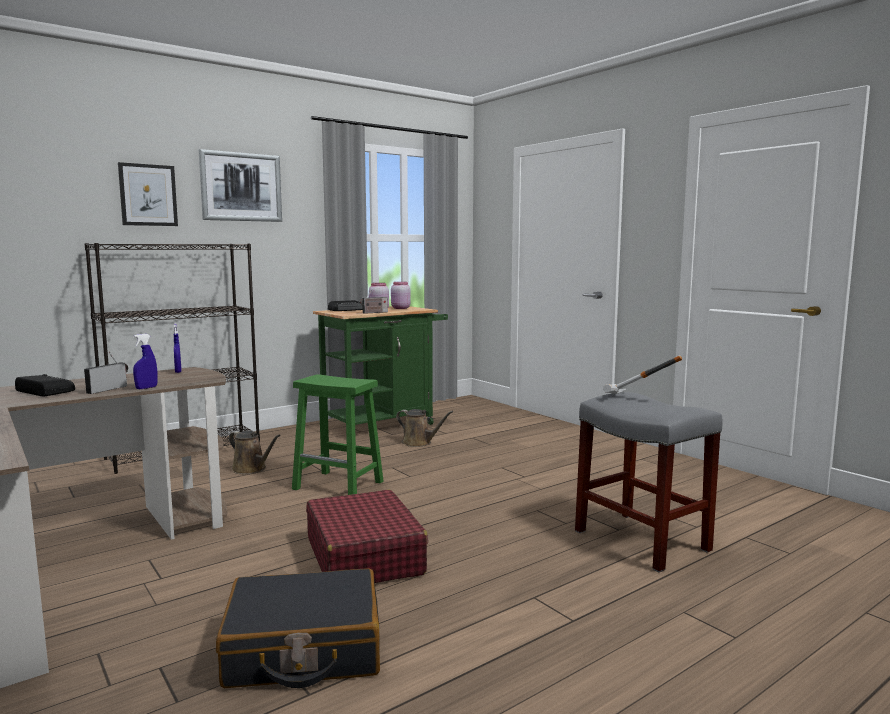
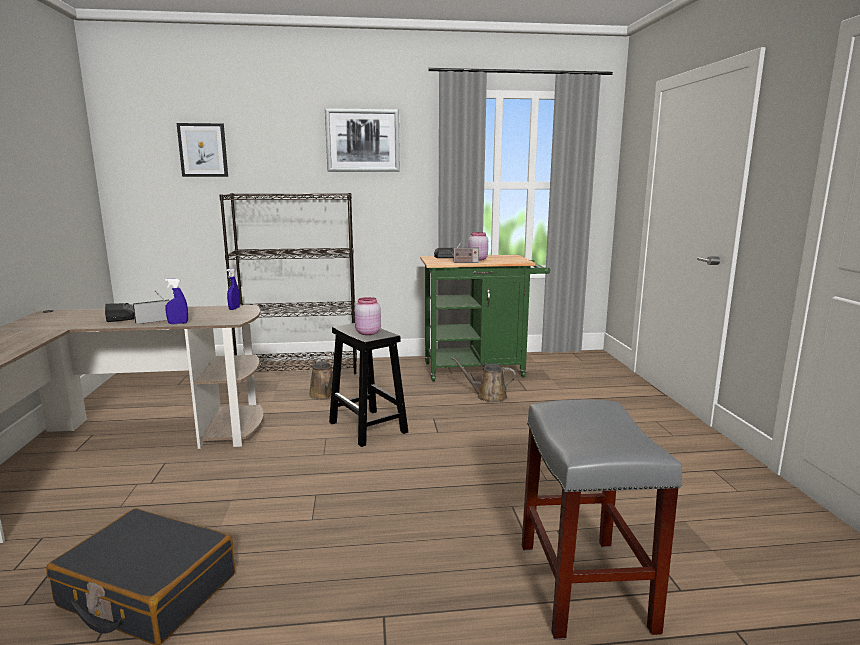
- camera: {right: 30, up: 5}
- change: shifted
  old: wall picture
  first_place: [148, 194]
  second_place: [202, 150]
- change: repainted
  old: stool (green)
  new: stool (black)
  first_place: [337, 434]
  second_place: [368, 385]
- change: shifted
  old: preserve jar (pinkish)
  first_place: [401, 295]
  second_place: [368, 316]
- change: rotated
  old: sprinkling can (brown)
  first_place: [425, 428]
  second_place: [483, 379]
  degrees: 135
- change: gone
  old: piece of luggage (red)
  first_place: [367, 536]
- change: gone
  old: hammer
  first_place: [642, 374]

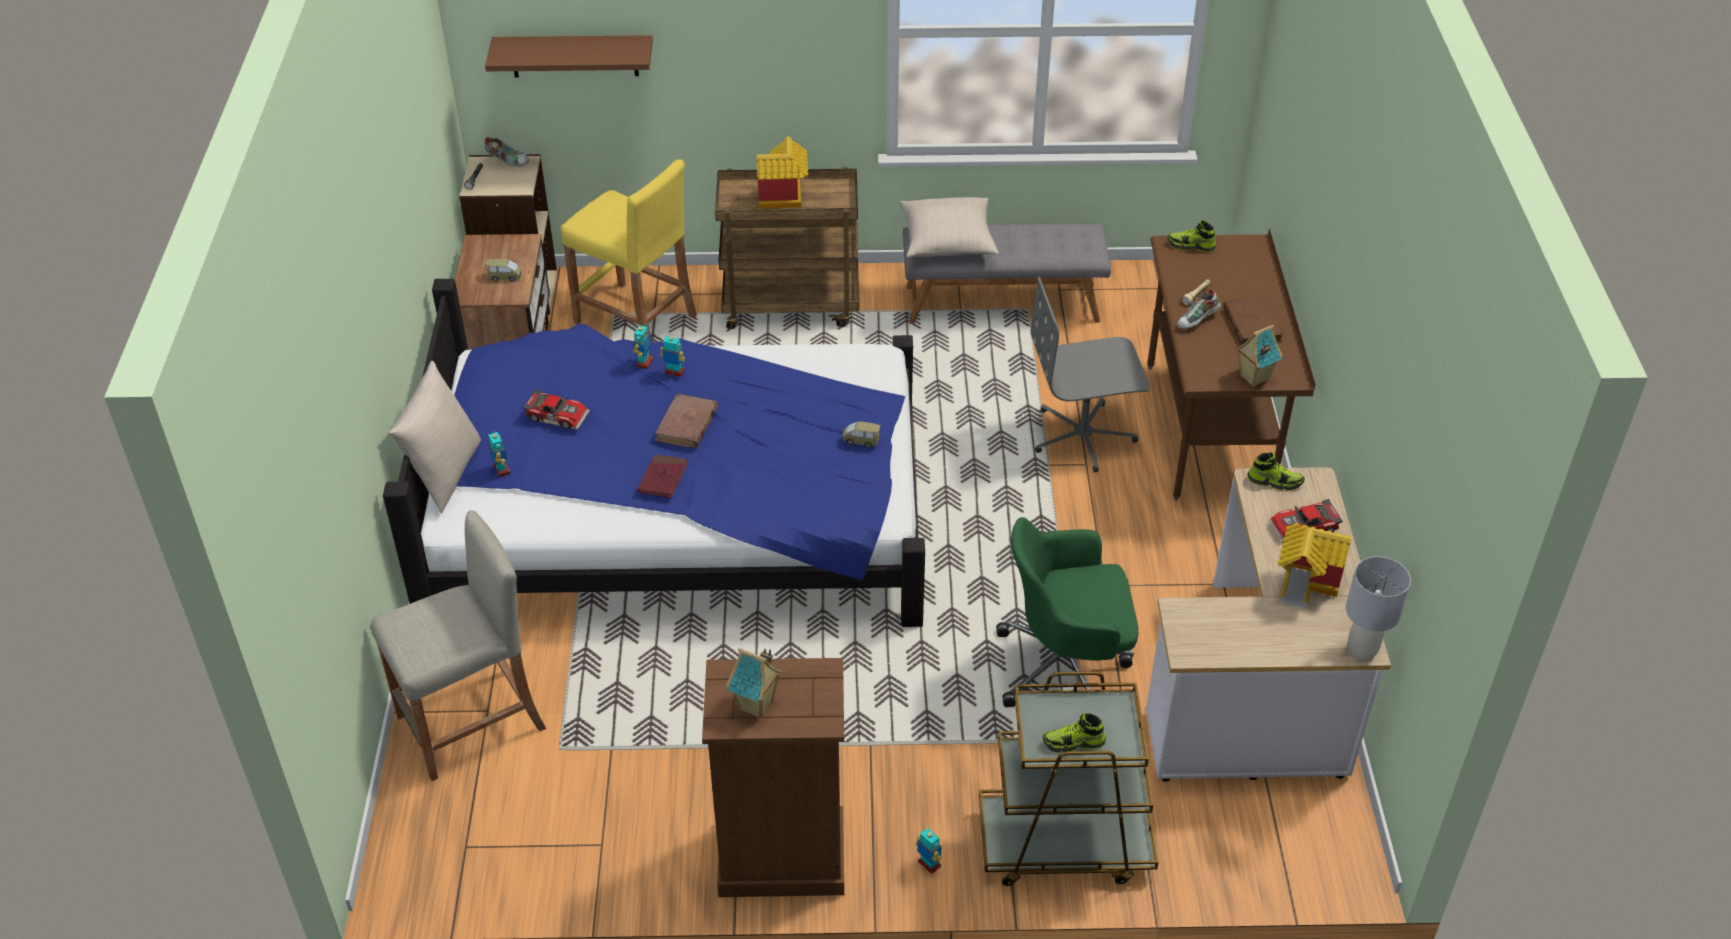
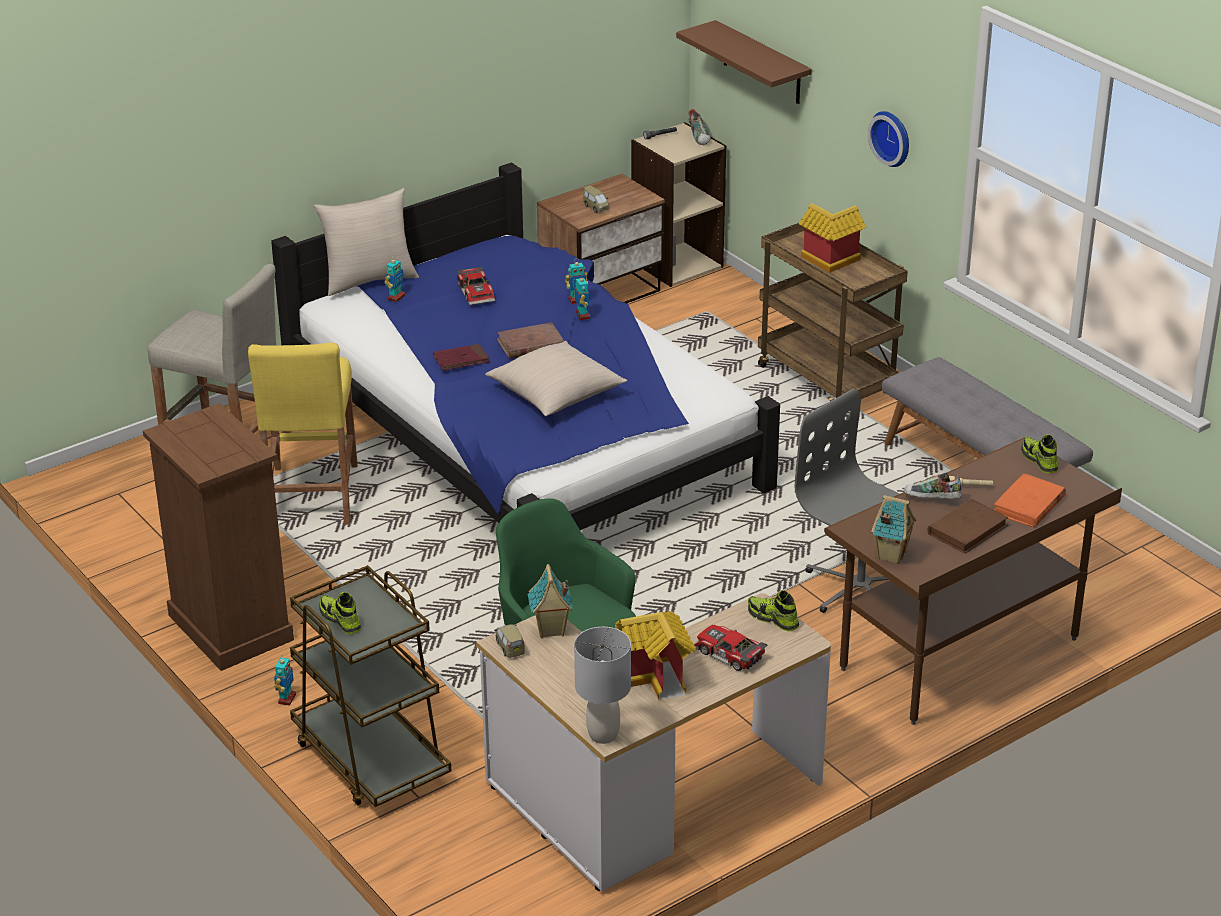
- camera: {right: 55, up: -10}
- change: shifted
  old: stool (yellowish)
  first_place: [629, 250]
  second_place: [303, 434]
- change: shifted
  old: cushion (sand-coloured)
  first_place: [949, 227]
  second_place: [556, 378]
- change: shifted
  old: toy car
  first_place: [862, 434]
  second_place: [509, 641]
- change: shifted
  old: model house
  first_place: [754, 683]
  second_place: [550, 601]
- change: rotated
  old: item of footwear
  first_place: [1276, 471]
  second_place: [773, 611]
  degrees: 150
- change: new
  new: clock on the wall
  second_place: [888, 139]
- change: new
  new: bound book (orange-coloured)
  second_place: [1030, 500]

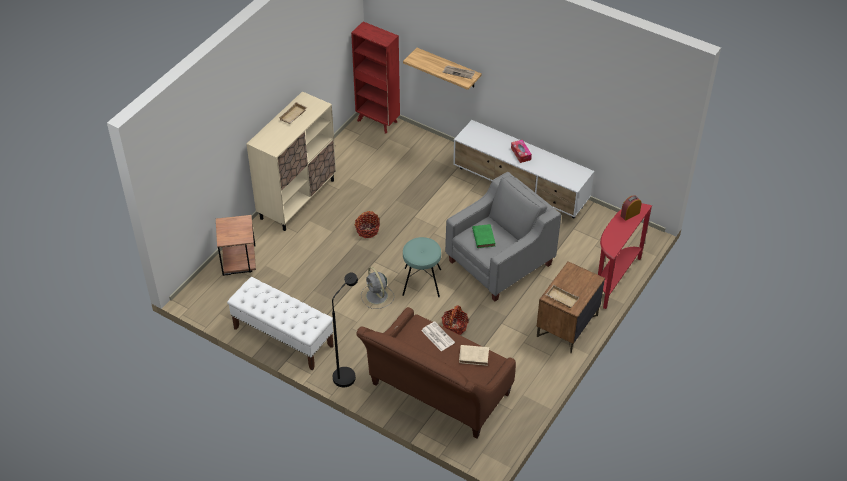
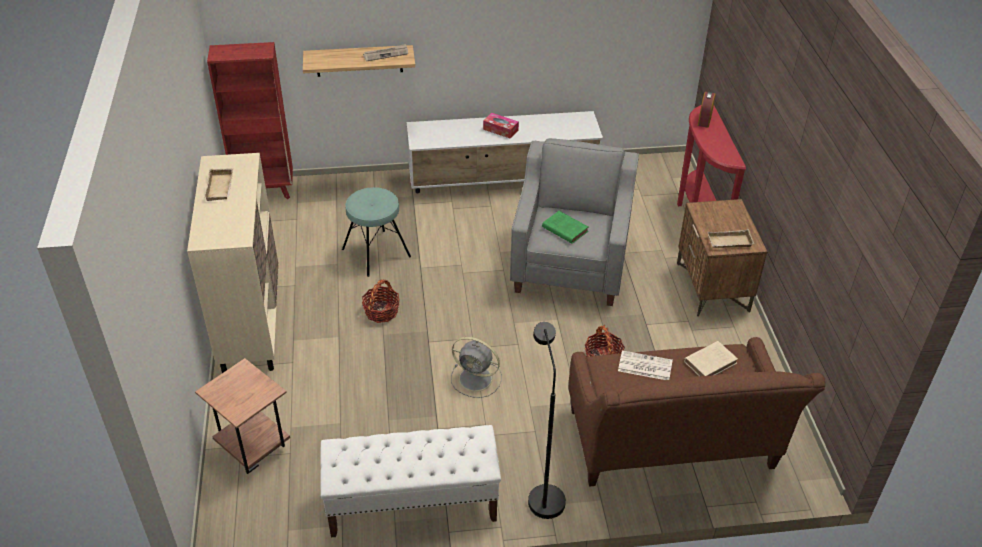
- camera: {right: -40, up: -5}
- change: shifted
  old: stool (turquoise-coloured)
  first_place: [421, 267]
  second_place: [376, 232]

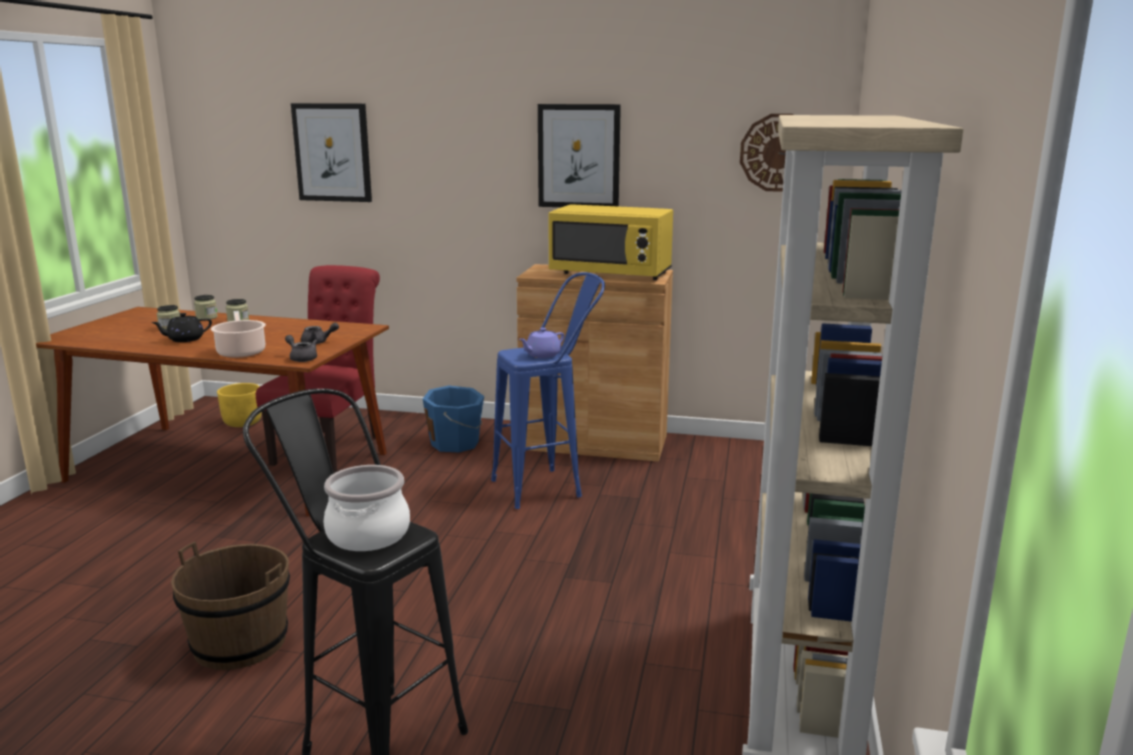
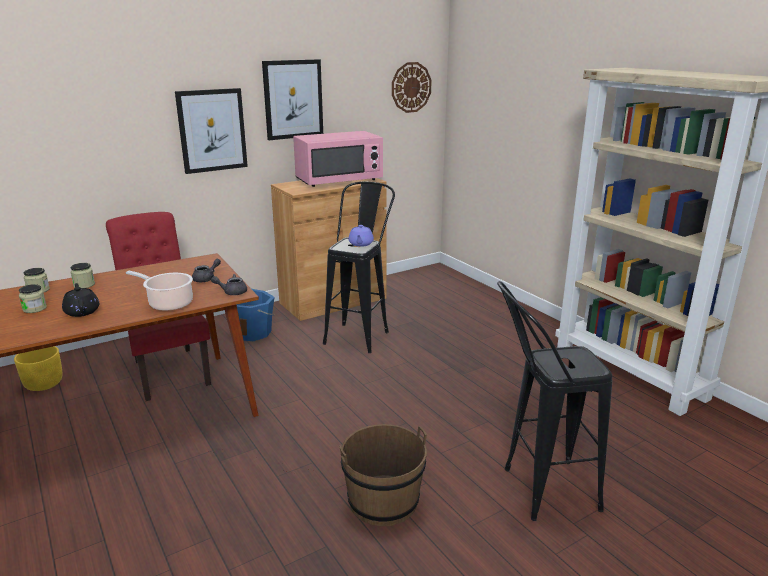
- camera: {right: -45, up: 5}
- change: rotated
  old: tea pot (black)
  first_place: [181, 327]
  second_place: [80, 300]
  degrees: 135
- change: shifted
  old: wall picture
  first_place: [331, 152]
  second_place: [211, 131]
- change: repainted
  old: microwave oven (yellowish)
  new: microwave oven (pinkish)
  first_place: [610, 242]
  second_place: [338, 159]
- change: repainted
  old: stool (blue)
  new: stool (black)
  first_place: [548, 390]
  second_place: [359, 267]
- change: gone
  old: cooking pot
  first_place: [366, 508]

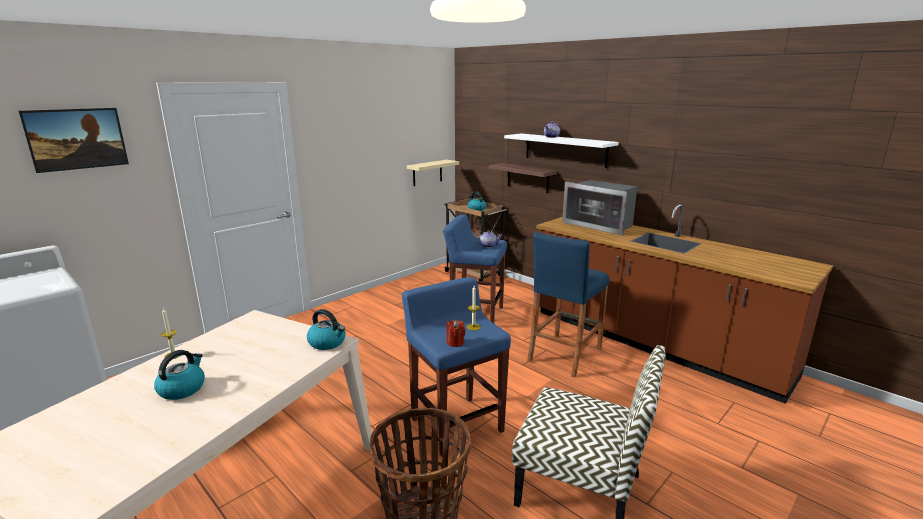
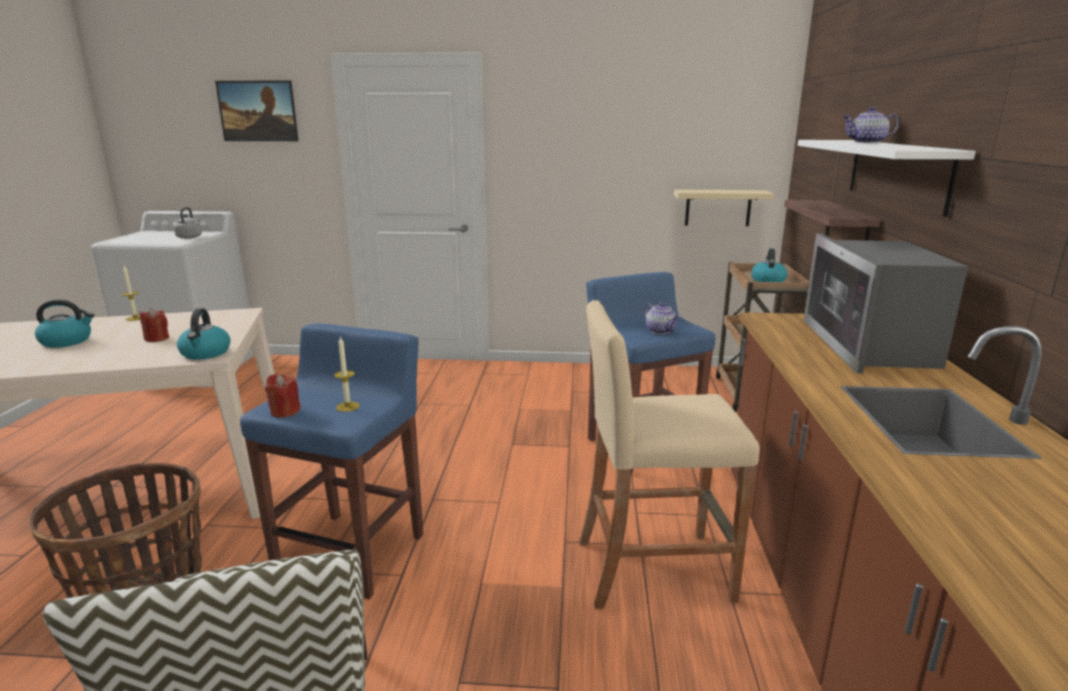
- camera: {right: 50, up: 0}
- change: new
  new: wax candle (red)
  second_place: [154, 325]
- change: new
  new: tea kettle (grey)
  second_place: [188, 223]
- change: repainted
  old: stool (blue)
  new: stool (sand-coloured)
  first_place: [568, 305]
  second_place: [669, 454]

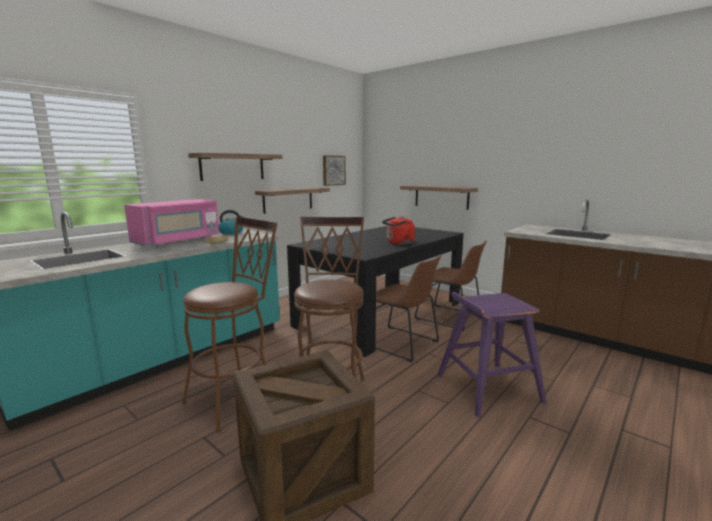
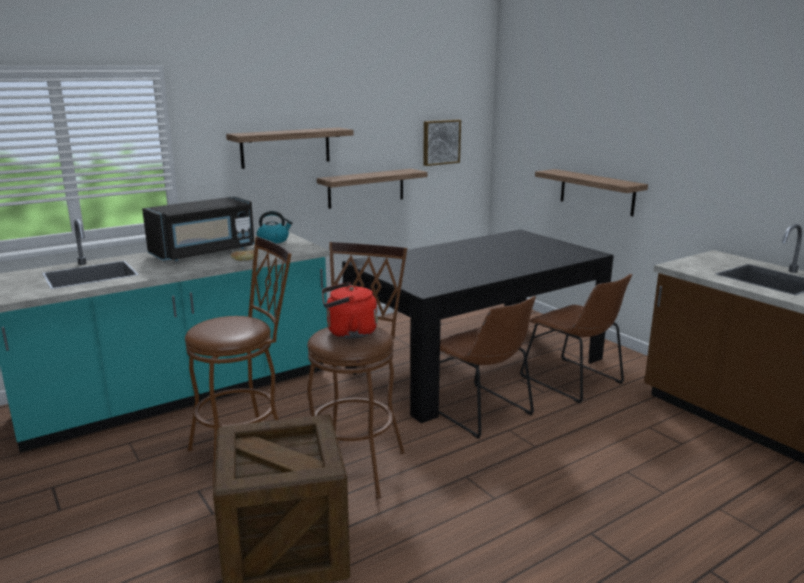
- camera: {right: 15, up: 5}
- change: repainted
  old: microwave oven (pinkish)
  new: microwave oven (black)
  first_place: [171, 223]
  second_place: [198, 228]
- change: shifted
  old: tea kettle (red)
  first_place: [398, 230]
  second_place: [349, 310]
- change: gone
  old: stool (purple)
  first_place: [491, 354]

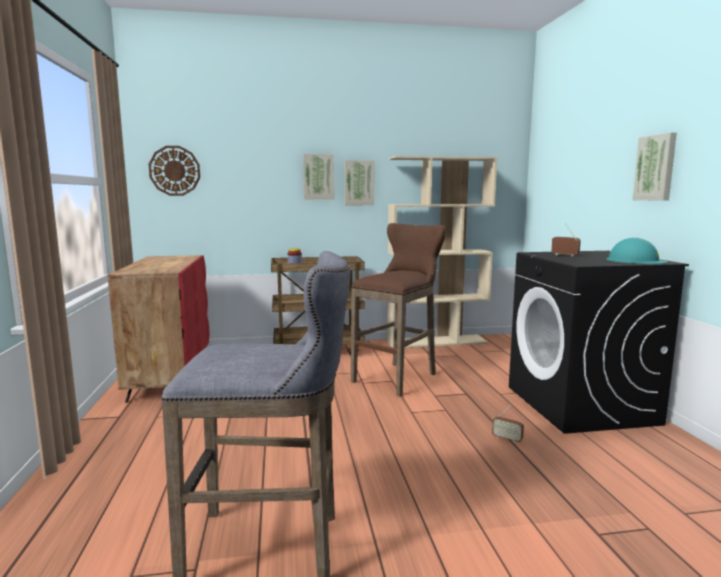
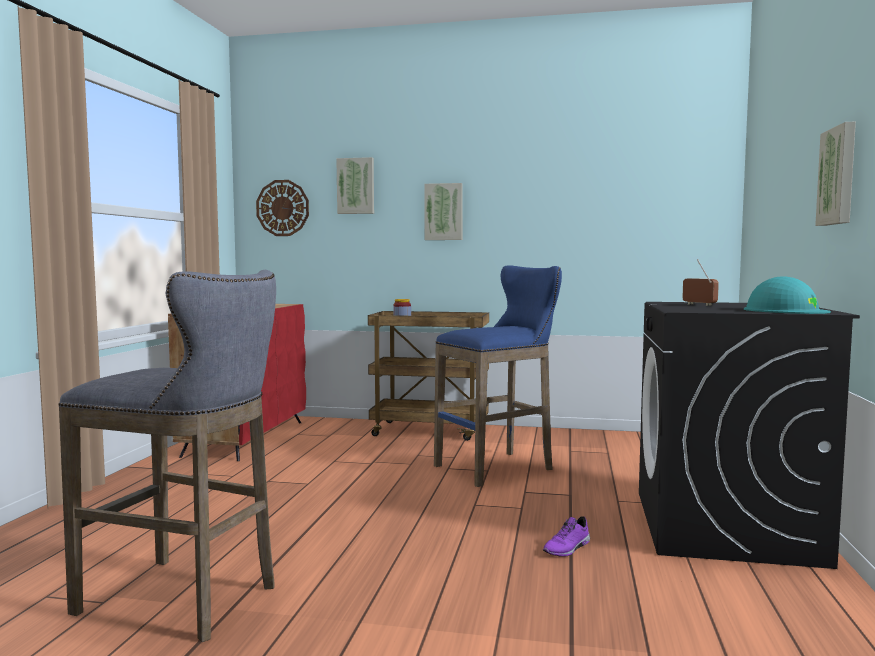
- camera: {right: 20, up: -5}
- change: shifted
  old: wall picture
  first_place: [359, 182]
  second_place: [355, 185]
- change: repainted
  old: stool (brown)
  new: stool (blue)
  first_place: [398, 310]
  second_place: [498, 376]
- change: swapped
  old: radio receiver
  new: item of footwear (purple)
  first_place: [508, 424]
  second_place: [566, 536]
- change: gone
  old: shelving unit (sand-coloured)
  first_place: [442, 252]

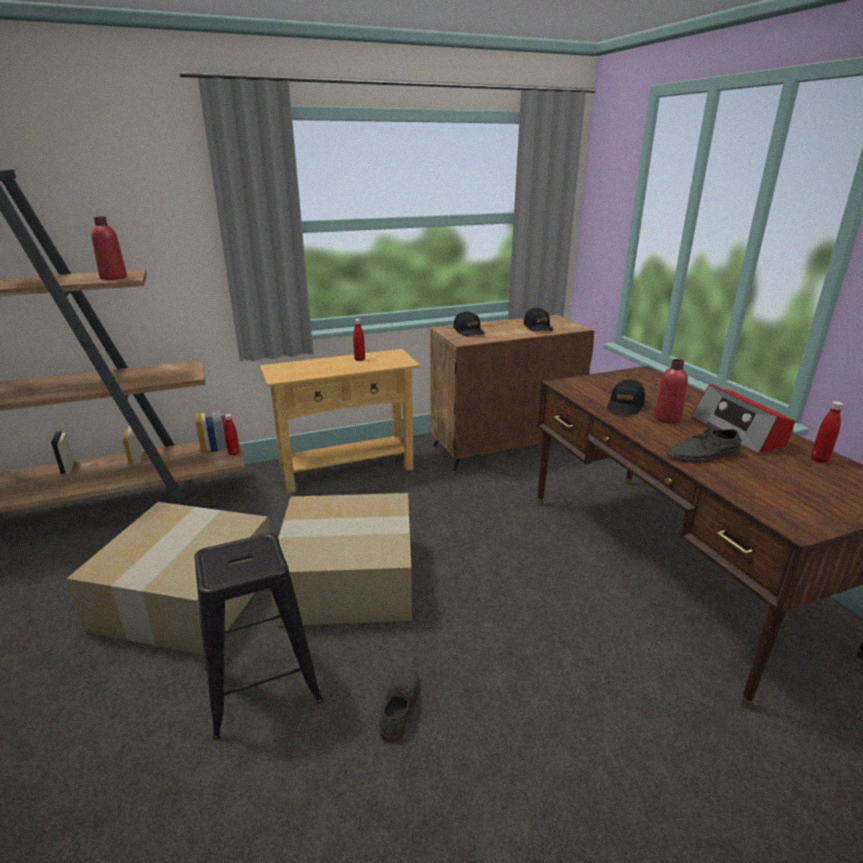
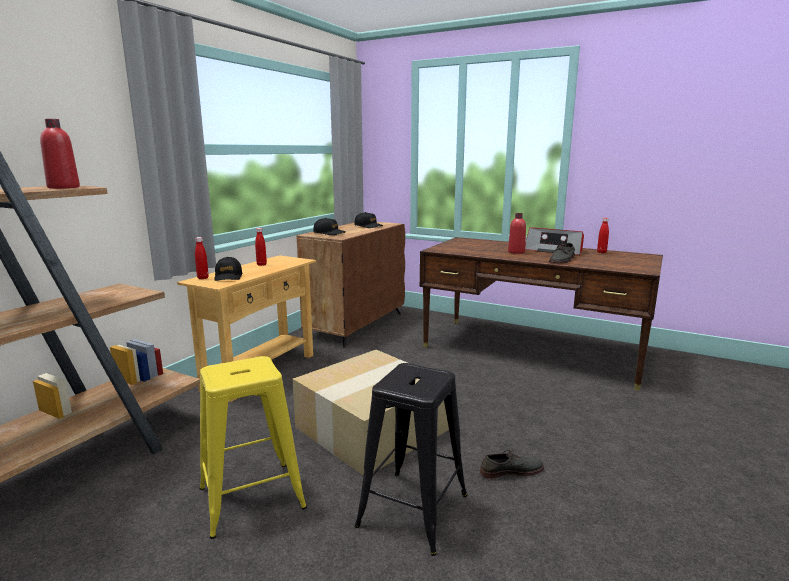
- camera: {right: -40, up: -10}
- change: shifted
  old: beverage bottle (red)
  first_place: [232, 434]
  second_place: [202, 258]
- change: swapped
  old: cardboard box
  new: stool (yellowish)
  first_place: [168, 578]
  second_place: [253, 447]
- change: shifted
  old: cap (black)
  first_place: [626, 397]
  second_place: [228, 269]
- change: rotated
  old: item of footwear (grey)
  first_place: [400, 706]
  second_place: [512, 464]
  degrees: 105

